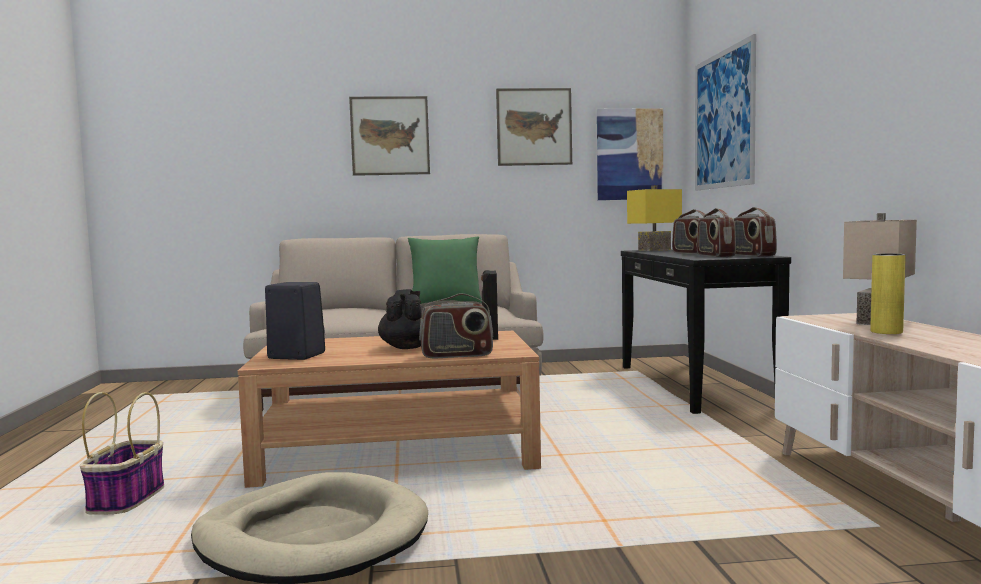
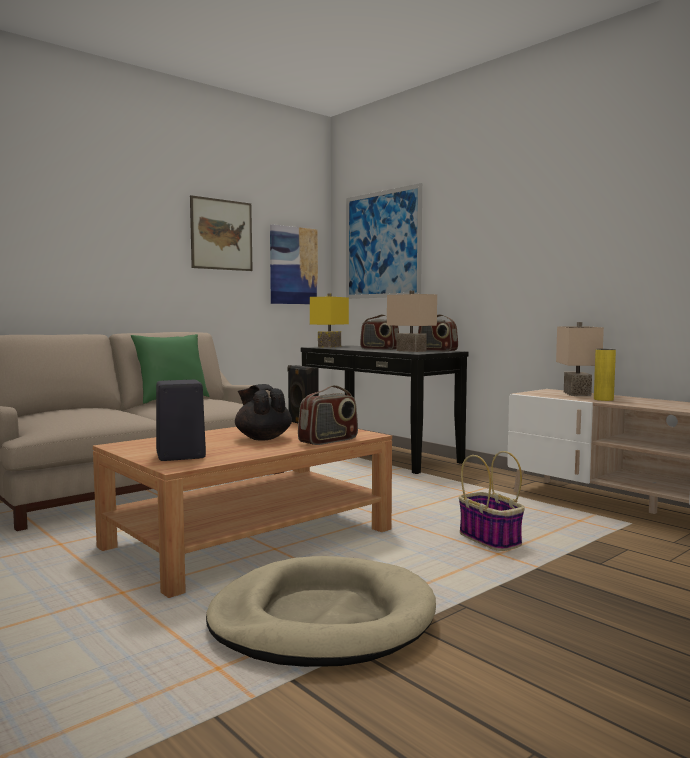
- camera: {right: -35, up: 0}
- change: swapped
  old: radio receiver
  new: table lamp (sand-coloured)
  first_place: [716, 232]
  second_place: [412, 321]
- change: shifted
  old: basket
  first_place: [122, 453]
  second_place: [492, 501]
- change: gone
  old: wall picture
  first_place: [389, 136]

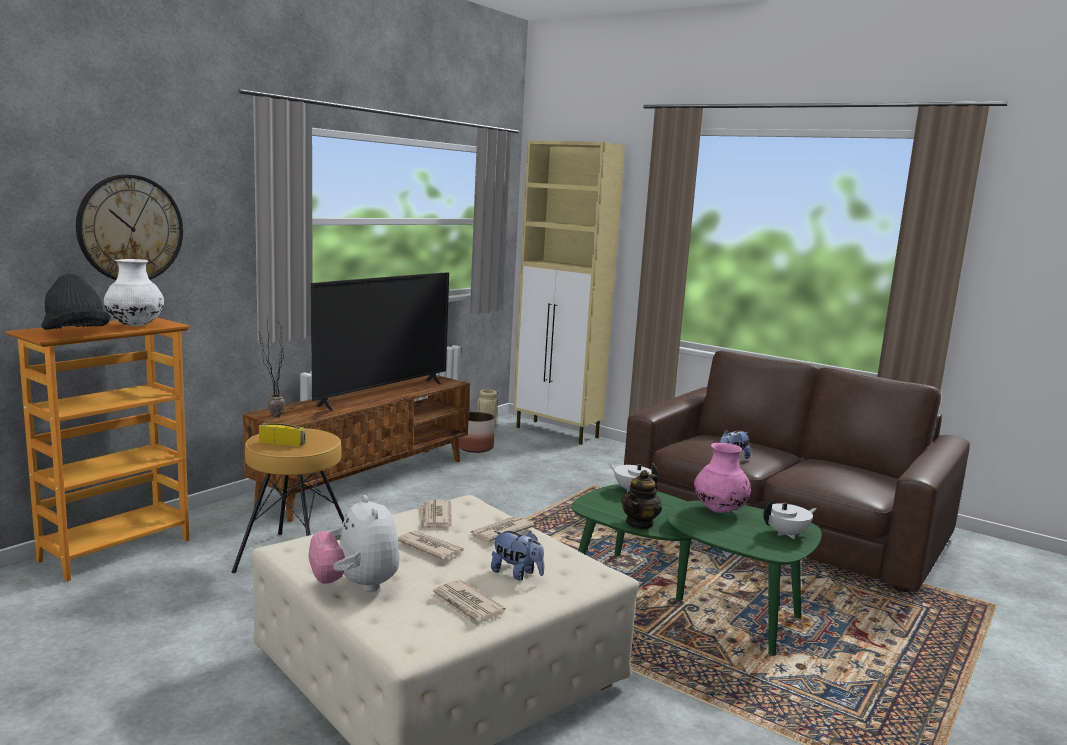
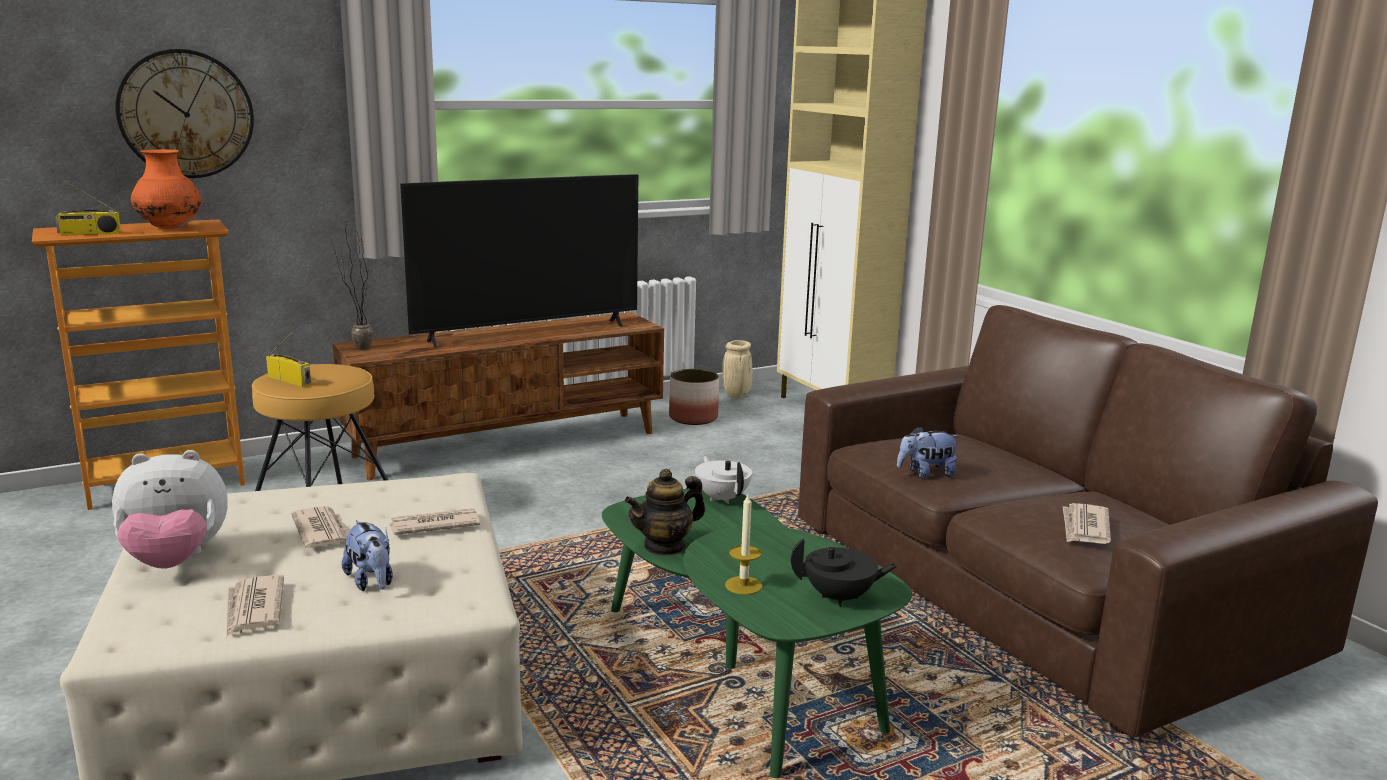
- camera: {right: 25, up: 5}
- change: swapped
  old: clothing hat (black)
  new: radio receiver
  first_place: [76, 302]
  second_place: [88, 208]
- change: rotated
  old: cuddly toy
  first_place: [354, 543]
  second_place: [170, 509]
  degrees: -105
- change: repainted
  old: flower vase (whitish)
  new: flower vase (orange-coloured)
  first_place: [134, 292]
  second_place: [166, 189]
- change: new
  new: wax candle
  second_place: [743, 544]
- change: repainted
  old: tea pot (whitish)
  new: tea pot (black)
  first_place: [790, 519]
  second_place: [844, 572]
- change: shifted
  old: newspaper
  first_place: [435, 515]
  second_place: [1087, 523]
- change: gone
  old: flower vase (pinkish)
  first_place: [722, 478]

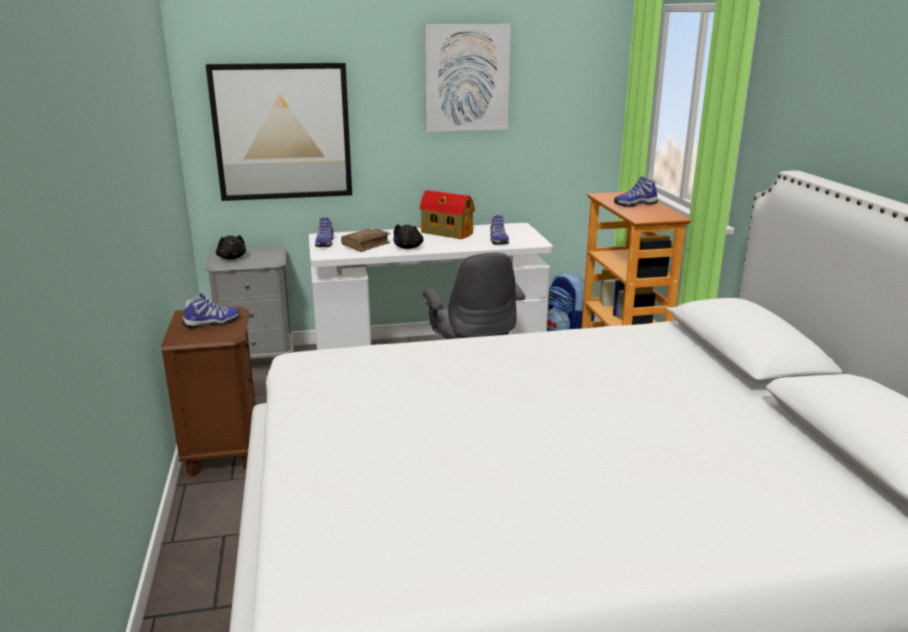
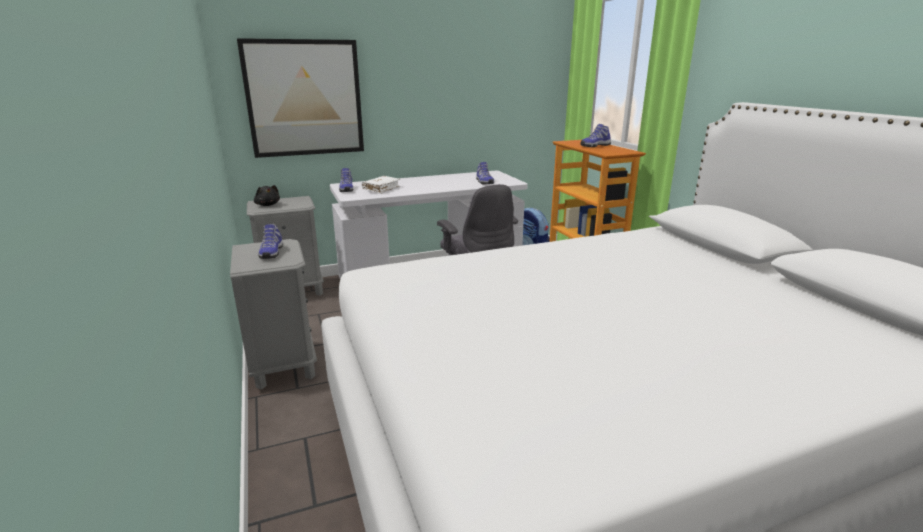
- camera: {right: -10, up: 0}
- change: repainted
  old: night table (brown)
  new: night table (grey)
  first_place: [208, 391]
  second_place: [273, 314]
- change: rotated
  old: item of footwear
  first_place: [211, 310]
  second_place: [271, 241]
  degrees: 120
- change: repainted
  old: bound book (brown)
  new: bound book (whitish)
  first_place: [365, 240]
  second_place: [381, 185]
- change: gone
  old: cuddly toy (black)
  first_place: [409, 236]
- change: gone
  old: model house
  first_place: [447, 214]
- change: gone
  old: wall picture
  first_place: [467, 78]

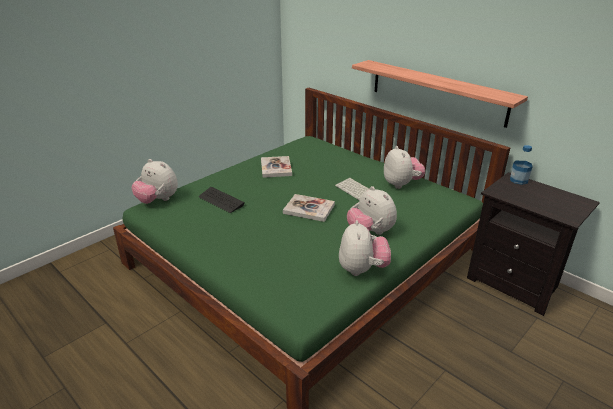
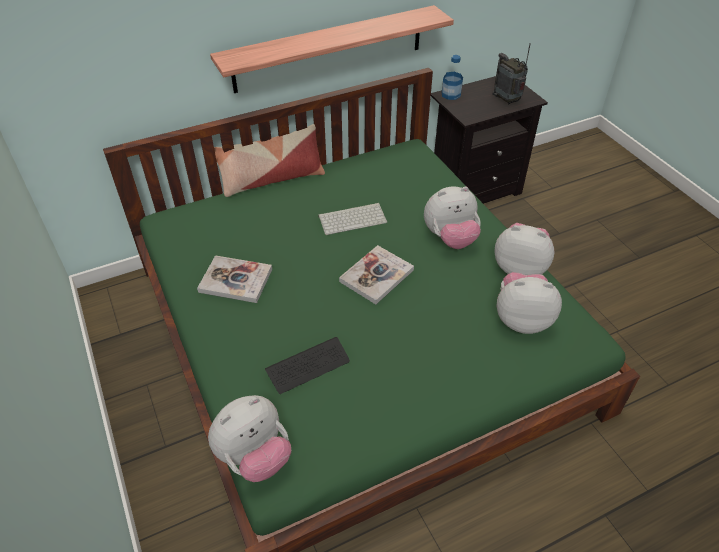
- camera: {right: -70, up: 15}
- change: new
  new: cushion
  second_place: [269, 160]
- change: new
  new: radio receiver
  second_place: [511, 73]
- change: shifted
  old: cuddly toy
  first_place: [404, 167]
  second_place: [529, 303]

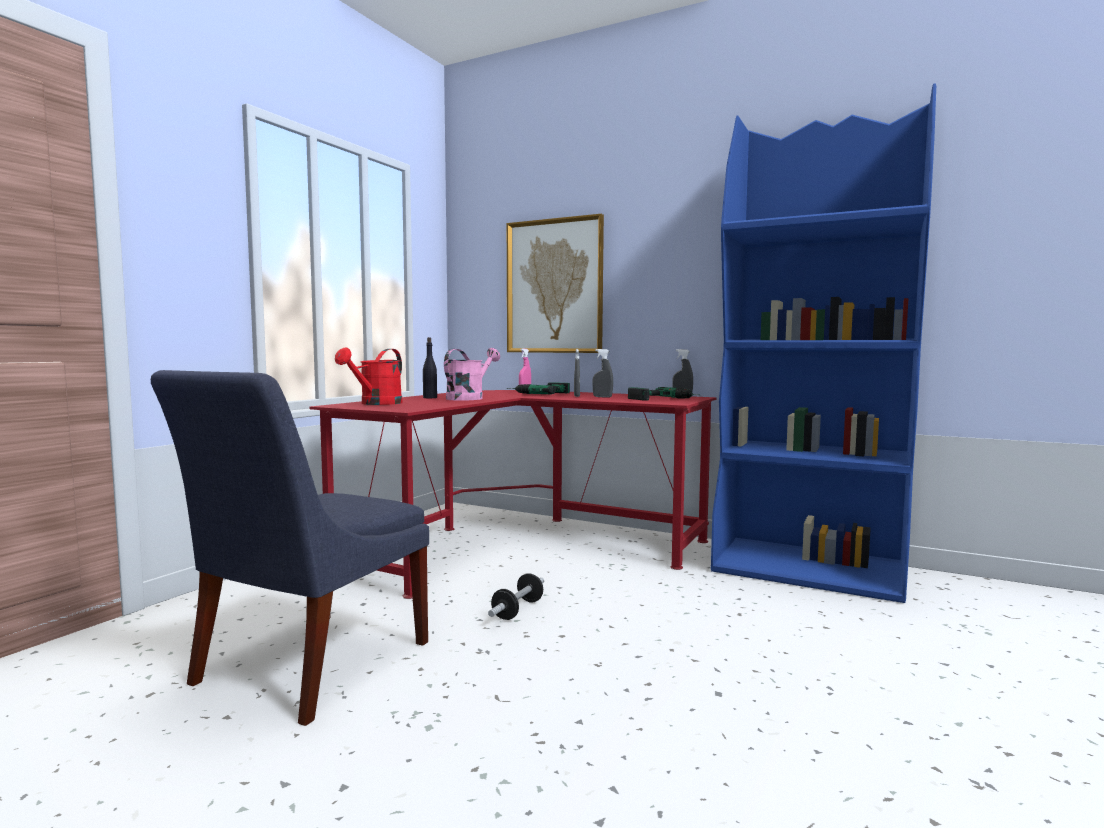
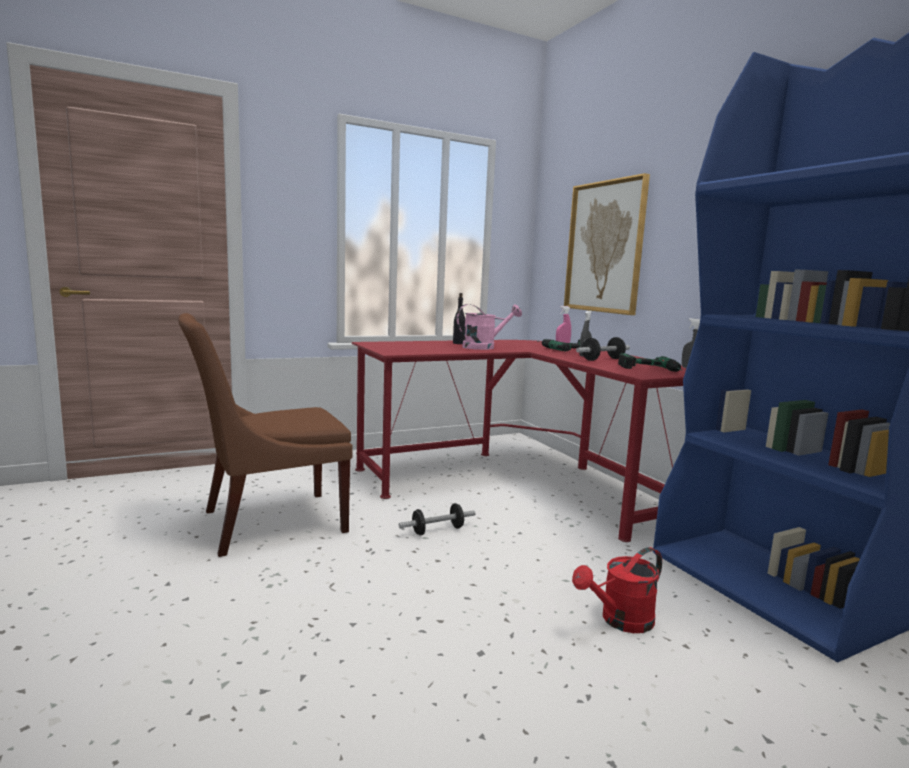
- camera: {right: 35, up: 5}
- change: repainted
  old: upright chair (blue)
  new: upright chair (brown)
  first_place: [290, 548]
  second_place: [265, 435]
- change: shifted
  old: sprinkling can (red)
  first_place: [369, 376]
  second_place: [617, 590]
- change: swapped
  old: sprayer (grey)
  new: hand weight
  first_place: [603, 373]
  second_place: [603, 349]

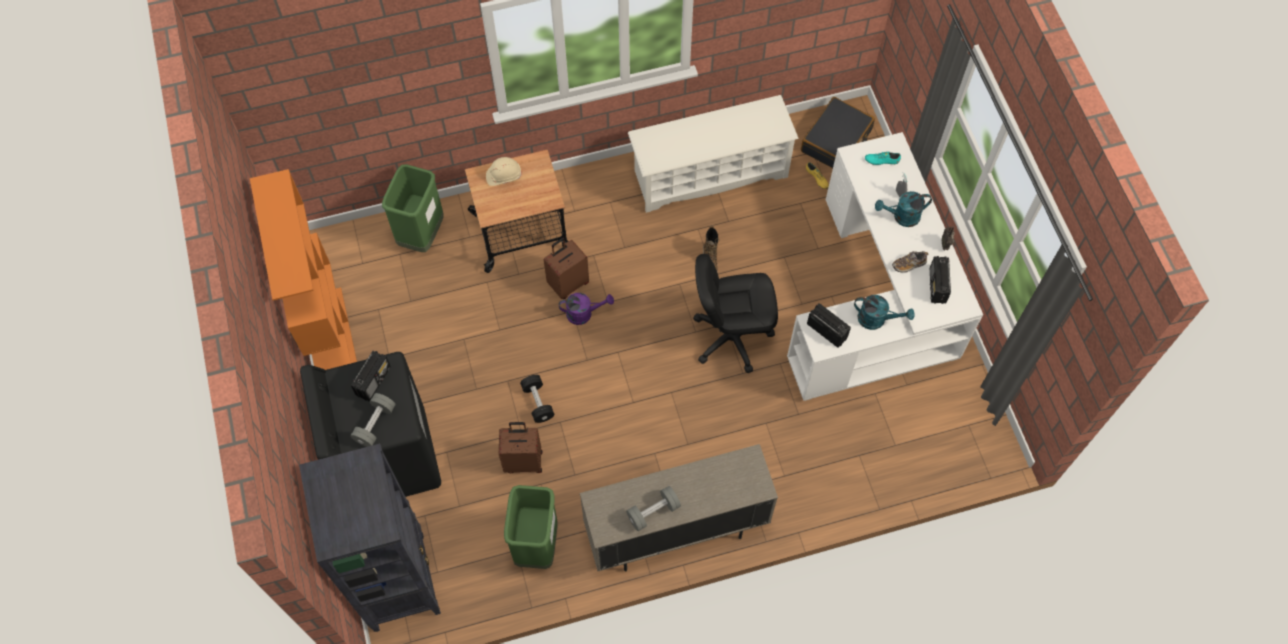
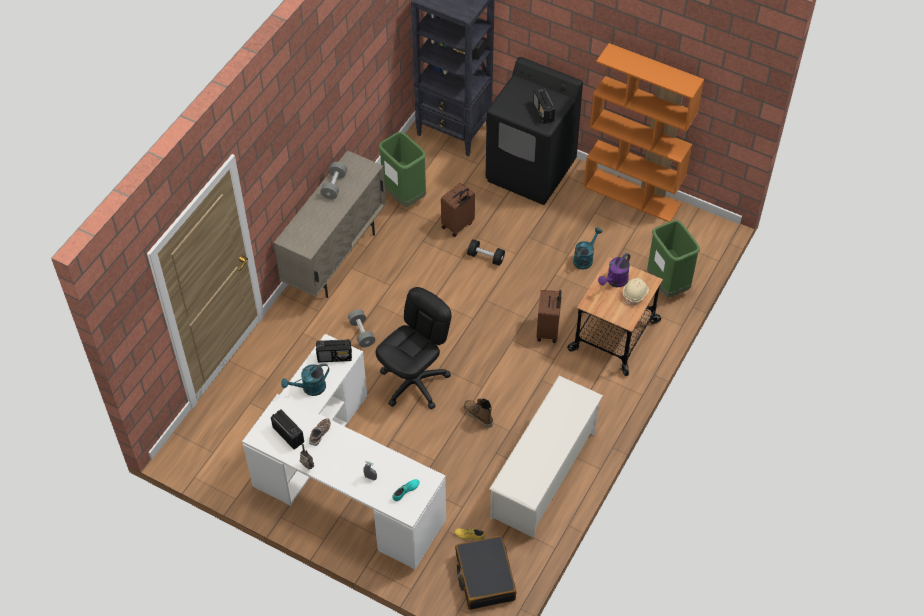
- camera: {right: 135, up: -10}
- change: shifted
  old: hand weight (grey)
  first_place: [373, 420]
  second_place: [361, 328]
- change: shifted
  old: sprinkling can (turquoise-coloured)
  first_place: [903, 209]
  second_place: [587, 249]
- change: shifted
  old: sprinkling can (purple)
  first_place: [586, 309]
  second_place: [614, 270]

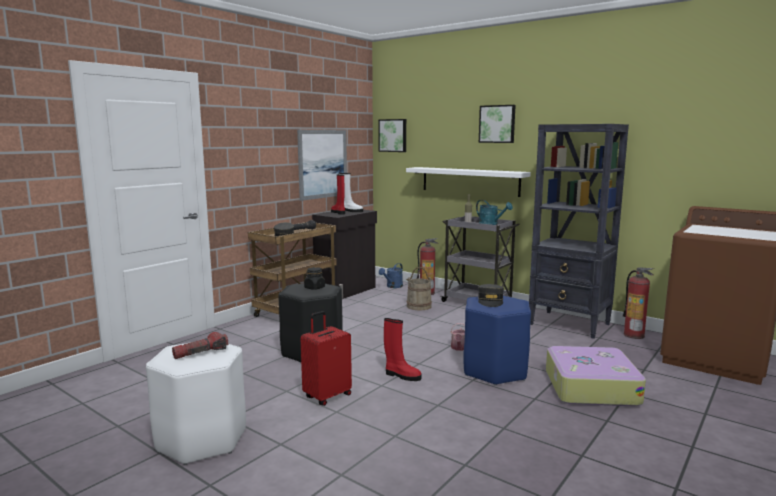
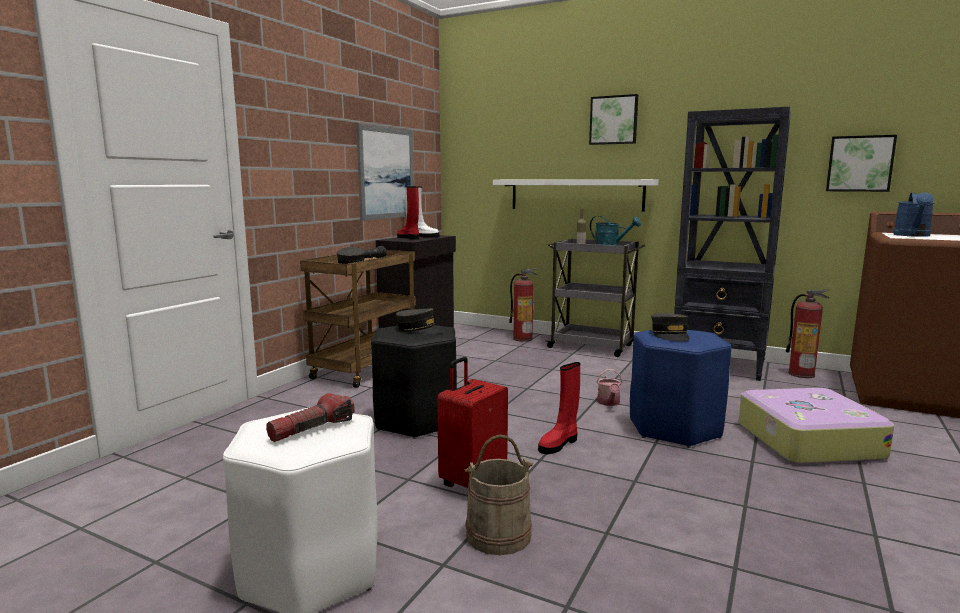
- camera: {right: -10, up: 0}
- change: swapped
  old: preserve jar (black)
  new: cap (grey)
  first_place: [314, 278]
  second_place: [420, 321]
- change: shifted
  old: bucket (sand-coloured)
  first_place: [419, 288]
  second_place: [498, 494]
- change: rotated
  old: high-top boot (red)
  first_place: [402, 349]
  second_place: [559, 408]
  degrees: 120
- change: shifted
  old: wall picture
  first_place: [392, 135]
  second_place: [861, 163]
- change: shifted
  old: sprinkling can (blue)
  first_place: [391, 275]
  second_place: [913, 215]

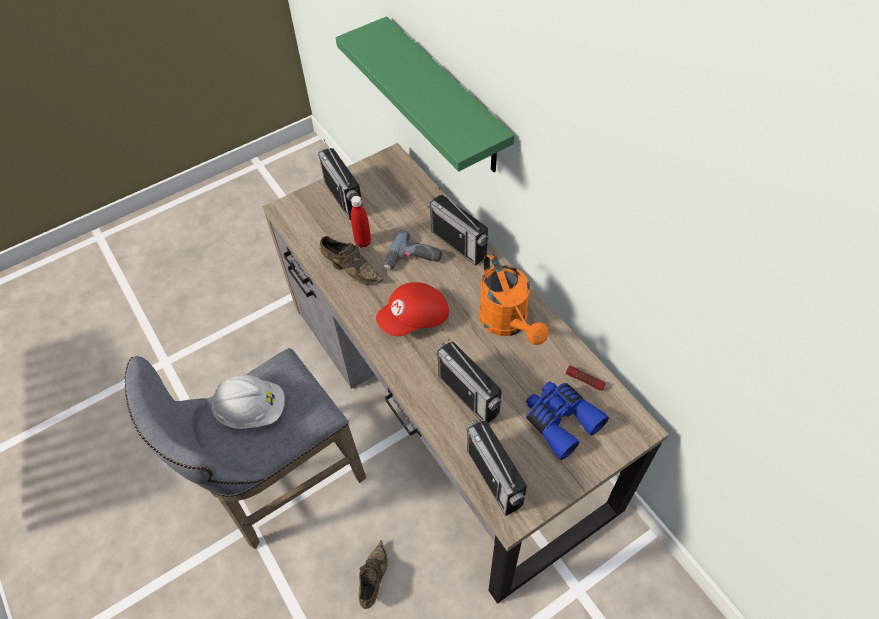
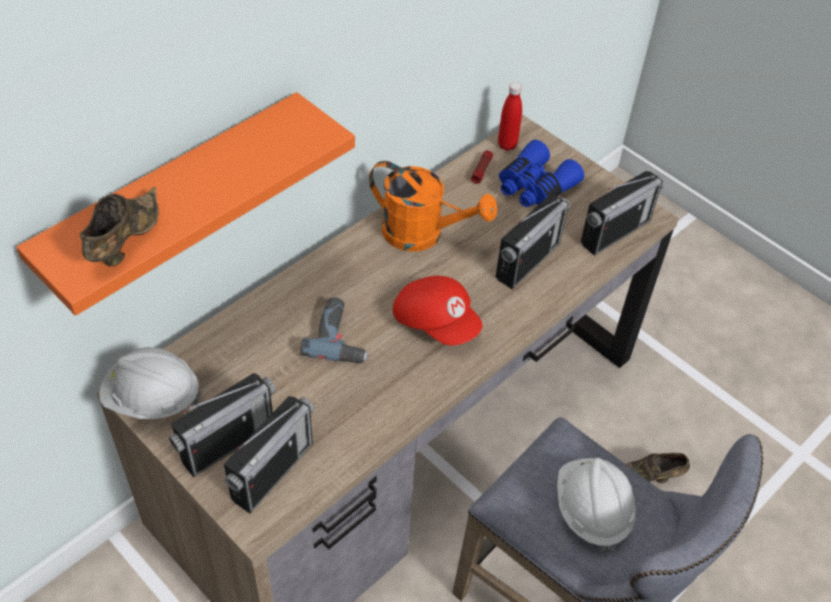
- camera: {right: -105, up: -5}
- change: repainted
  old: bracket shelf (green)
  new: bracket shelf (orange-coloured)
  first_place: [425, 94]
  second_place: [185, 204]
- change: shifted
  old: item of footwear (brown)
  first_place: [351, 260]
  second_place: [119, 226]
- change: new
  new: safety helmet (whitish)
  second_place: [150, 383]
- change: shifted
  old: radio receiver
  first_place: [458, 227]
  second_place: [269, 454]
- change: rotated
  old: sprinkling can (orange-coloured)
  first_place: [514, 299]
  second_place: [433, 206]
  degrees: 60
- change: shifted
  old: beverage bottle (red)
  first_place: [361, 222]
  second_place: [510, 116]

